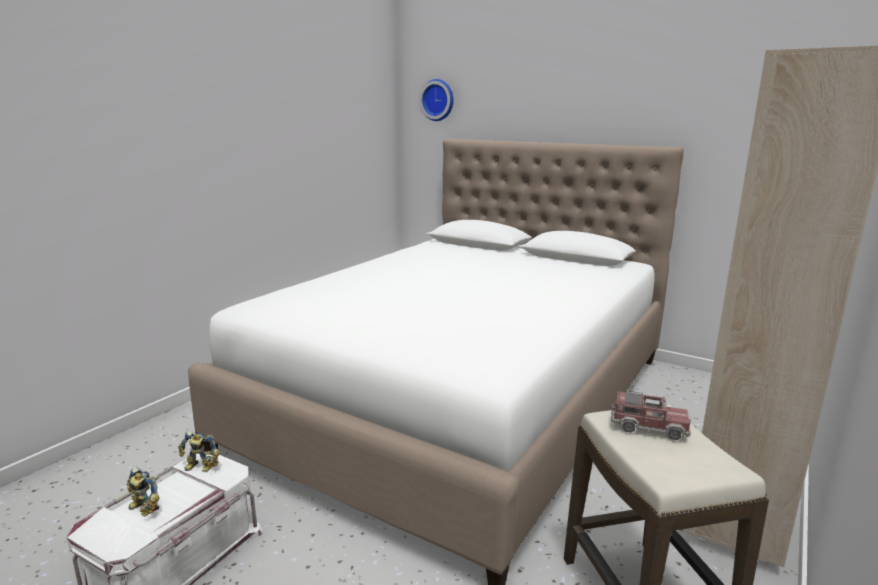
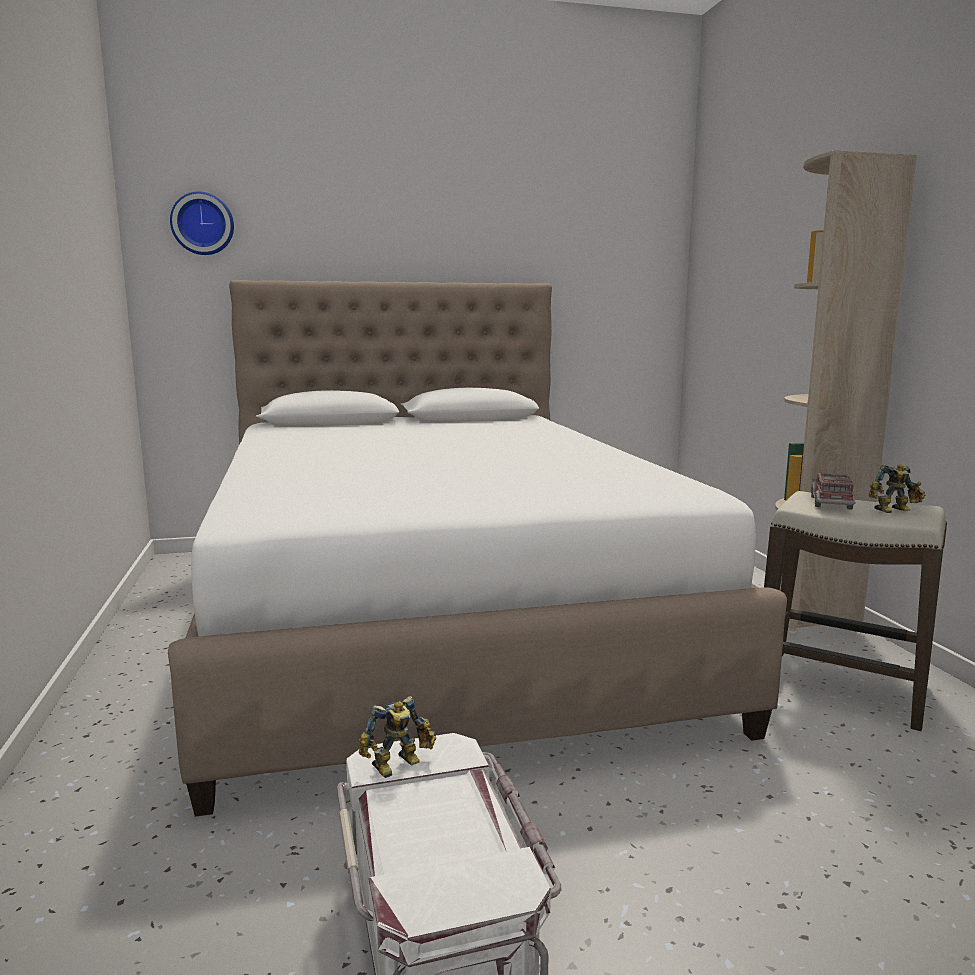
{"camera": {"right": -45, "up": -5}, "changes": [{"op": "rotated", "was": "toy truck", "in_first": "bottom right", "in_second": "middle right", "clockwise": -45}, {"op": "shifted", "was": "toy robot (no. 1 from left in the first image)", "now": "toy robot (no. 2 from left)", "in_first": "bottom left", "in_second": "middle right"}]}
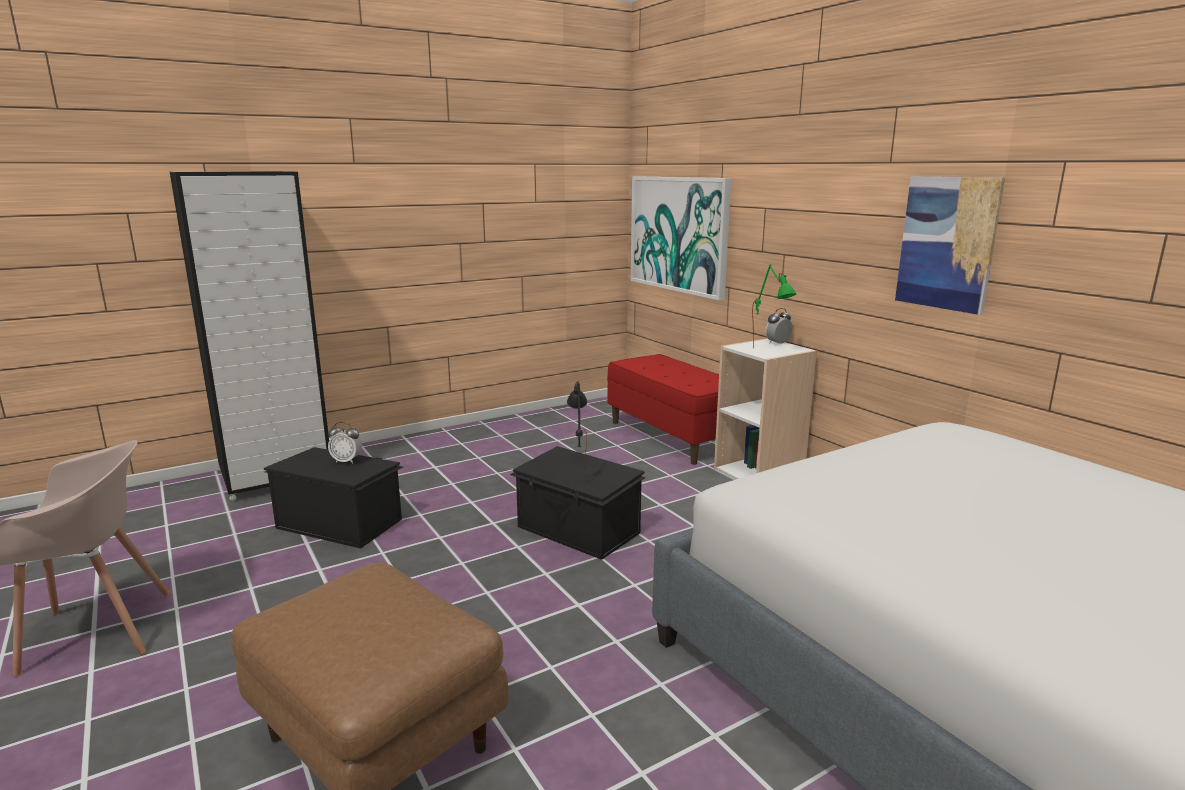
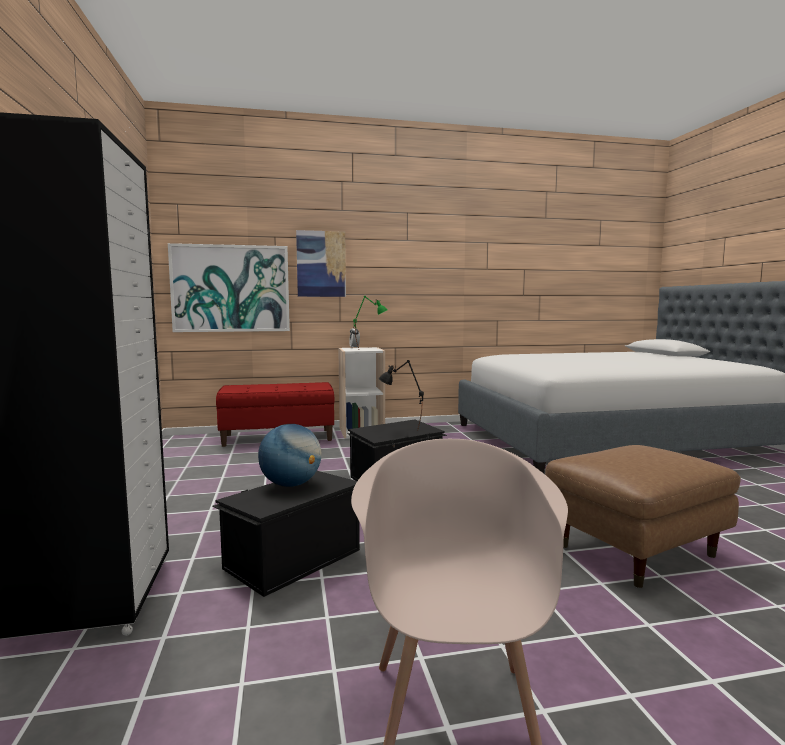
{"camera": {"right": -70, "up": -10}, "changes": [{"op": "swapped", "was": "alarm clock (no. 1 from left)", "now": "globe", "in_first": "middle left", "in_second": "centre"}, {"op": "shifted", "was": "picture (no. 2 from left)", "in_first": "top right", "in_second": "centre"}]}
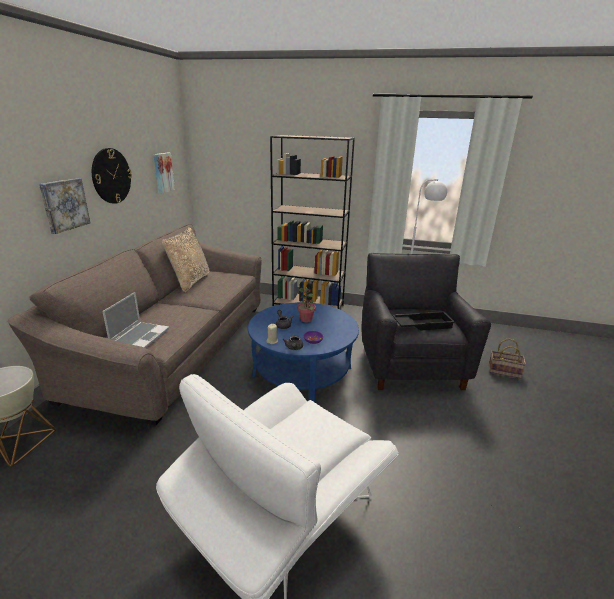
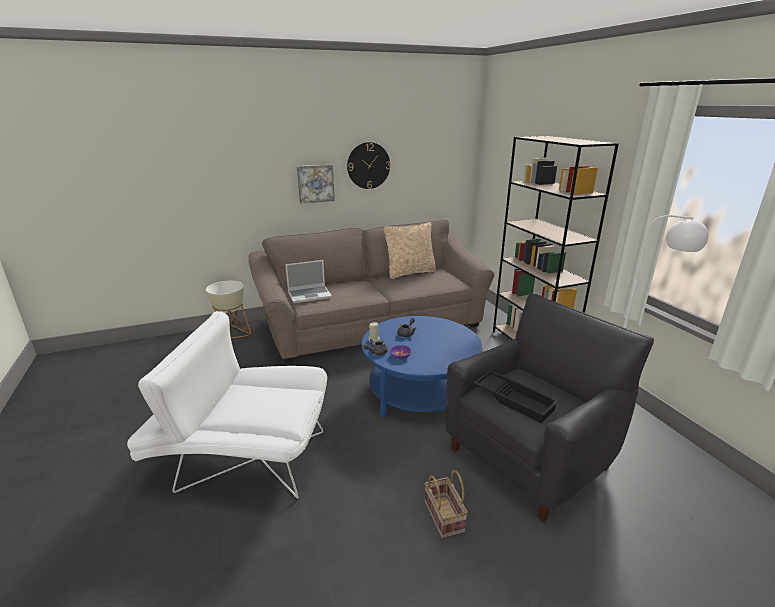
{"camera": {"right": 55, "up": 0}, "changes": [{"op": "shifted", "was": "basket", "in_first": "middle right", "in_second": "bottom centre"}, {"op": "gone", "was": "picture (no. 2 from left)", "in_first": "top left"}, {"op": "gone", "was": "potted plant", "in_first": "centre"}]}
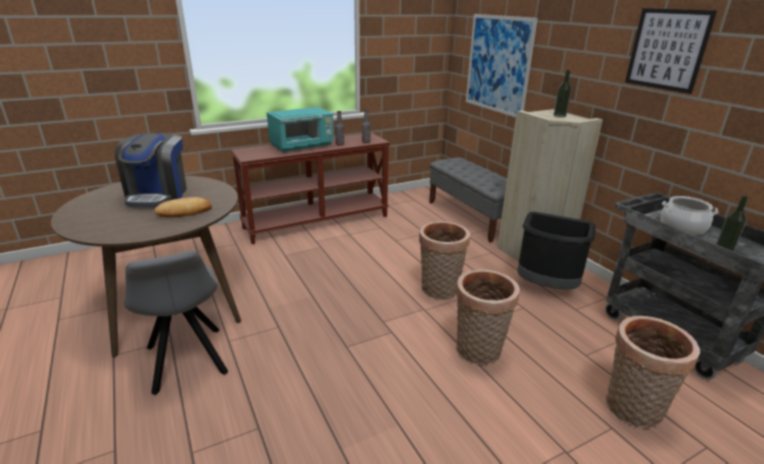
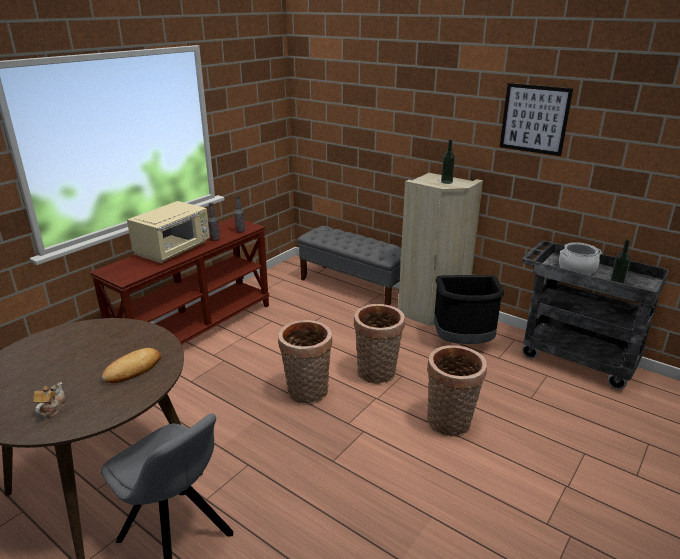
{"camera": {"right": -25, "up": 0}, "changes": [{"op": "new", "now": "teapot", "in_second": "bottom left"}, {"op": "repainted", "was": "turquoise microwave", "now": "beige microwave", "in_first": "top centre", "in_second": "middle left"}, {"op": "shifted", "was": "basket (no. 3 from left in the first image)", "now": "basket (no. 1 from left)", "in_first": "bottom right", "in_second": "centre"}, {"op": "gone", "was": "coffee machine", "in_first": "middle left"}, {"op": "gone", "was": "picture (no. 1 from left)", "in_first": "top centre"}]}
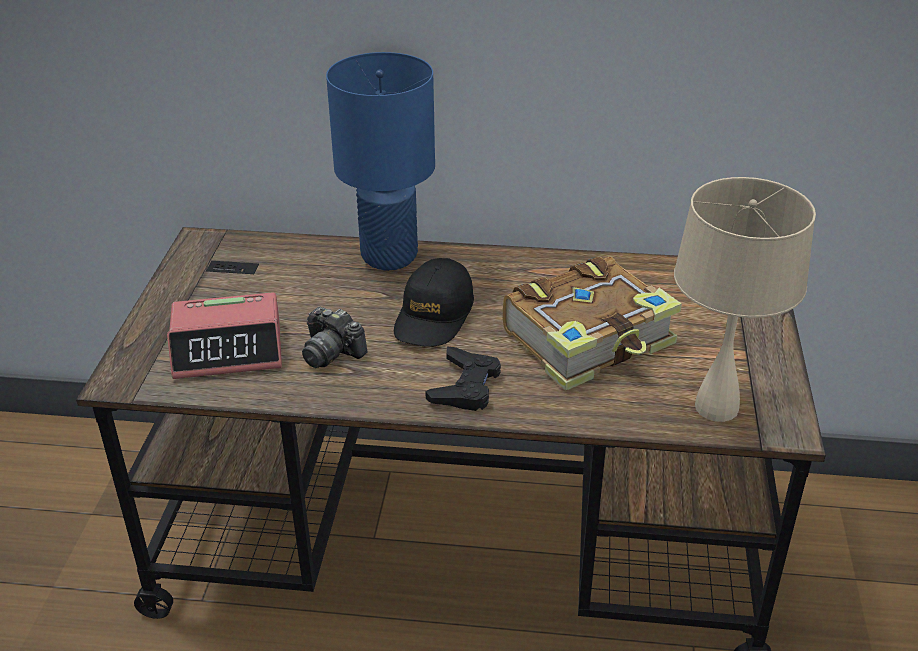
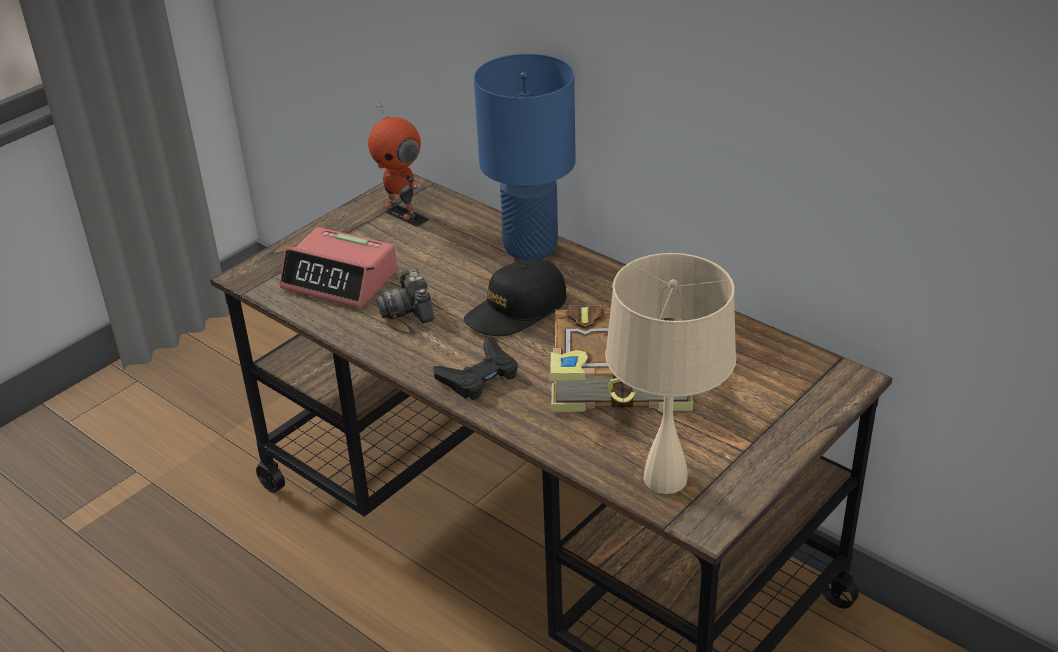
{"camera": {"right": 35, "up": 0}, "changes": [{"op": "new", "now": "toy robot", "in_second": "top centre"}]}
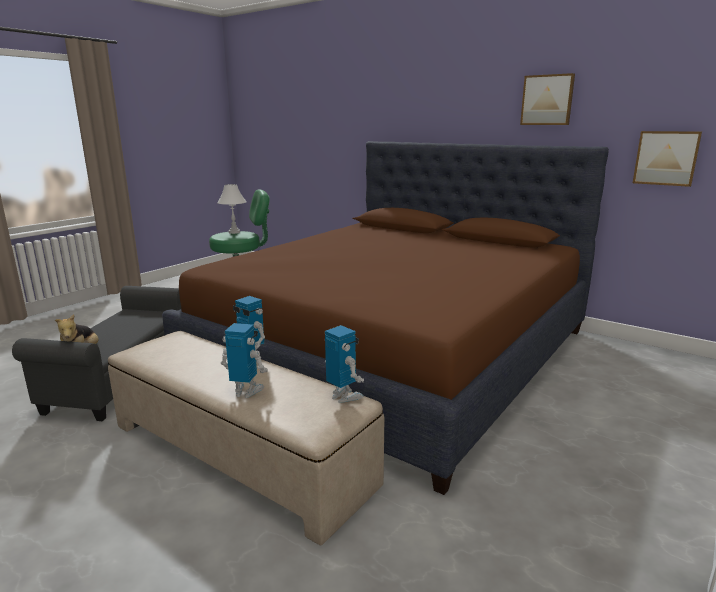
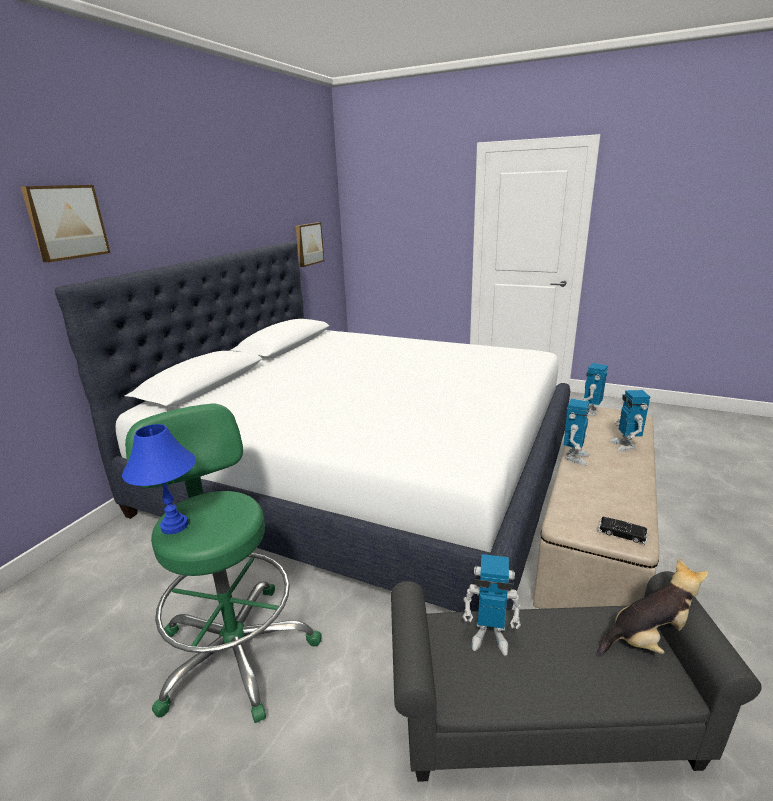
{"camera": {"right": -100, "up": 5}, "changes": [{"op": "shifted", "was": "picture (no. 1 from left)", "in_first": "top right", "in_second": "top left"}, {"op": "repainted", "was": "brown bed", "now": "white bed", "in_first": "centre", "in_second": "centre"}, {"op": "repainted", "was": "white table lamp", "now": "blue table lamp", "in_first": "middle left", "in_second": "middle left"}, {"op": "new", "now": "toy robot (no. 1 from left)", "in_second": "bottom centre"}, {"op": "new", "now": "black toy car", "in_second": "middle right"}]}
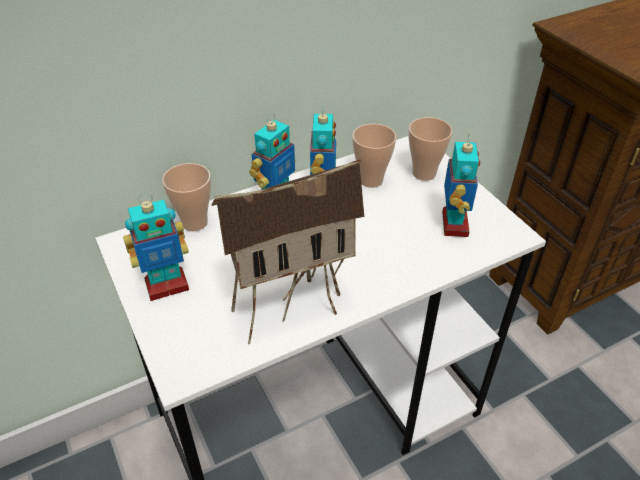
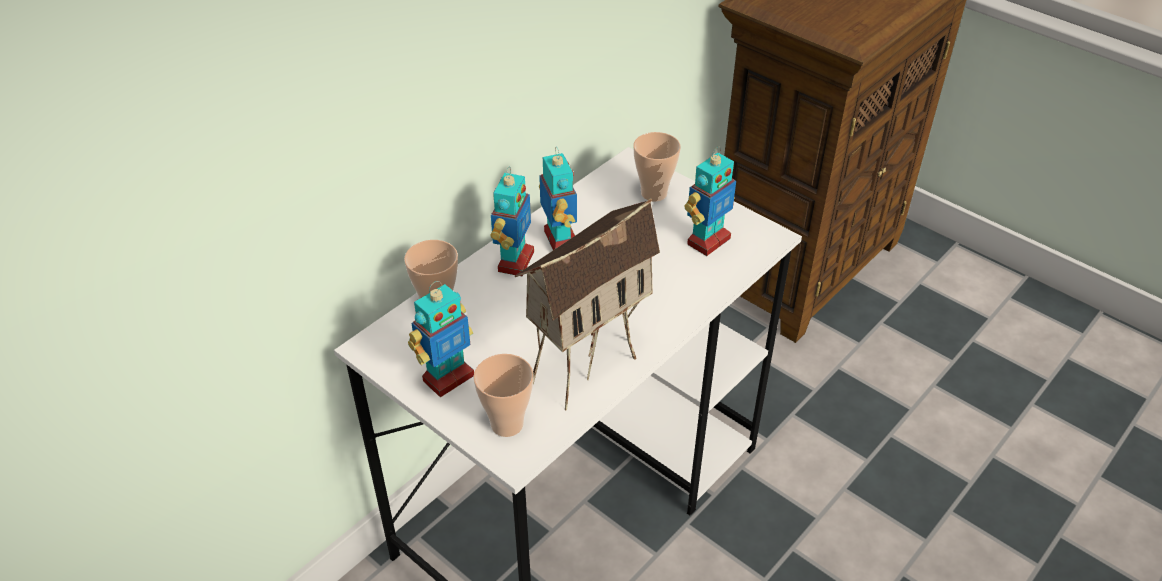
{"camera": {"right": -20, "up": 0}, "changes": [{"op": "shifted", "was": "cup (no. 2 from left)", "in_first": "top centre", "in_second": "bottom centre"}, {"op": "rotated", "was": "toy robot (no. 4 from left)", "in_first": "middle right", "in_second": "centre", "clockwise": 60}]}
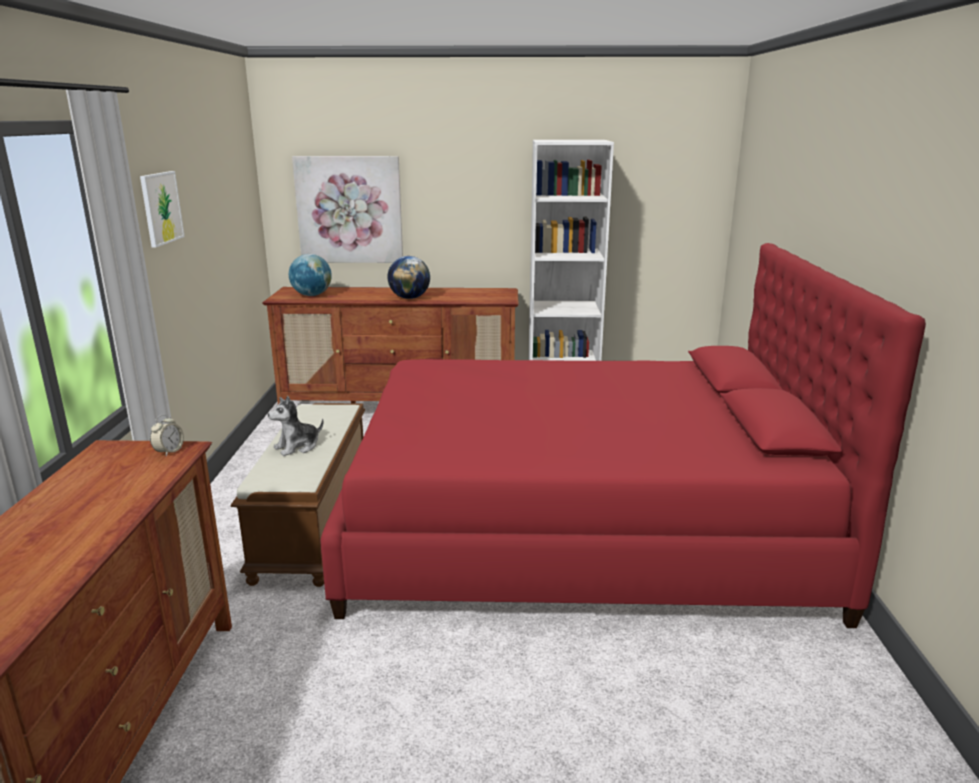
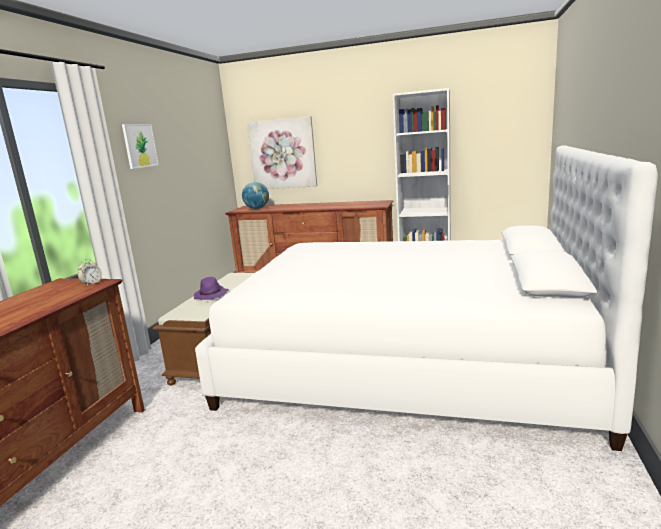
{"camera": {"right": 15, "up": -5}, "changes": [{"op": "swapped", "was": "plush toy", "now": "purple hat", "in_first": "middle left", "in_second": "middle left"}, {"op": "repainted", "was": "red bed", "now": "white bed", "in_first": "centre", "in_second": "centre"}, {"op": "gone", "was": "globe (no. 2 from left)", "in_first": "centre"}]}
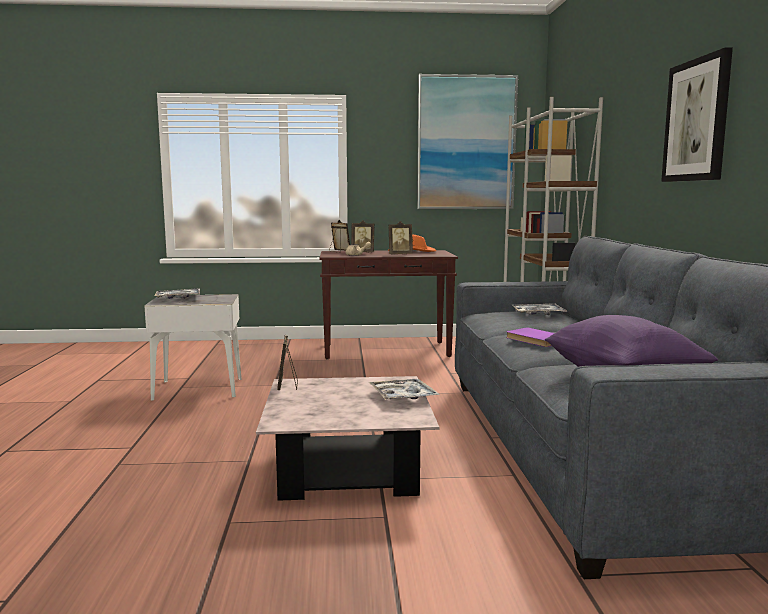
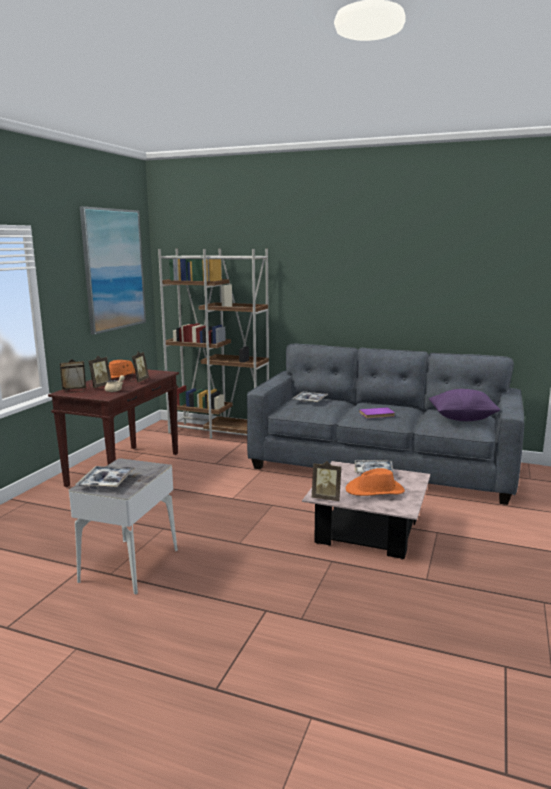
{"camera": {"right": -65, "up": 5}, "changes": [{"op": "new", "now": "orange hat (no. 2 from left)", "in_second": "middle right"}, {"op": "gone", "was": "picture (no. 2 from left)", "in_first": "top right"}]}
